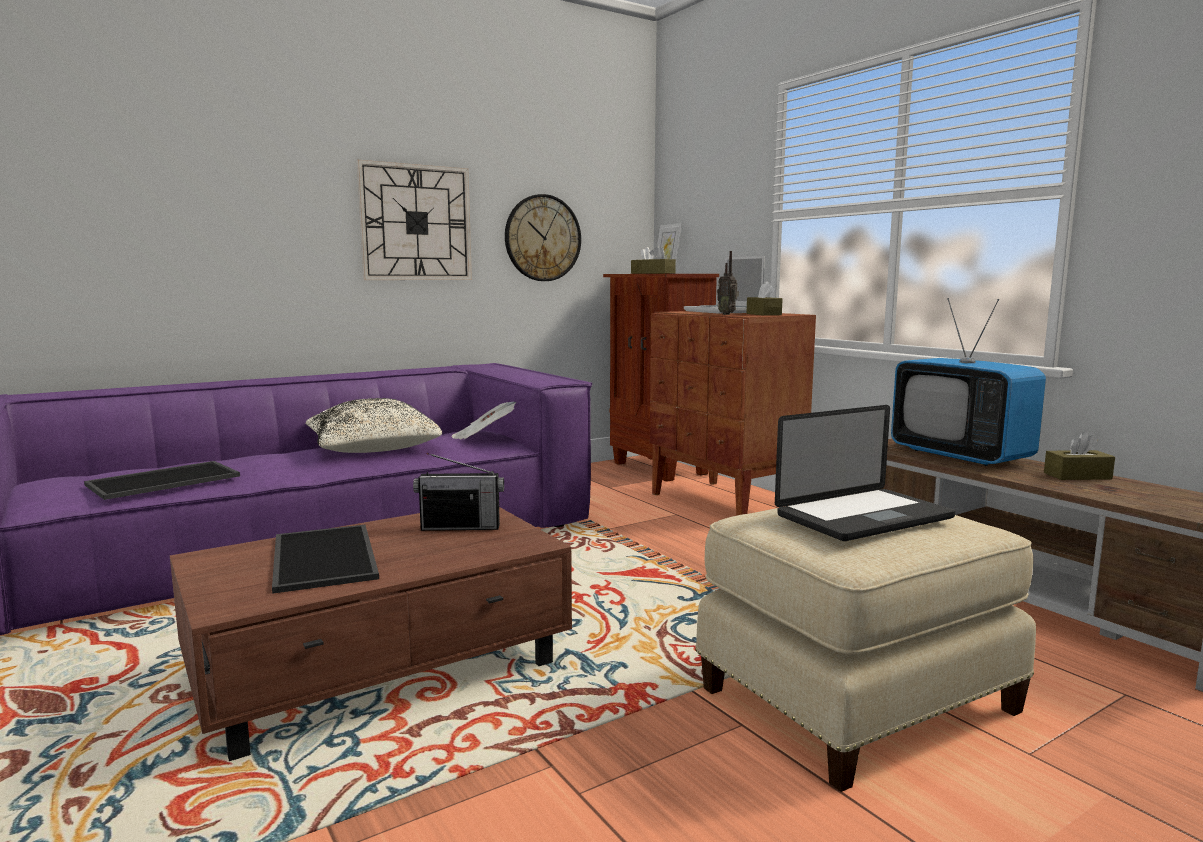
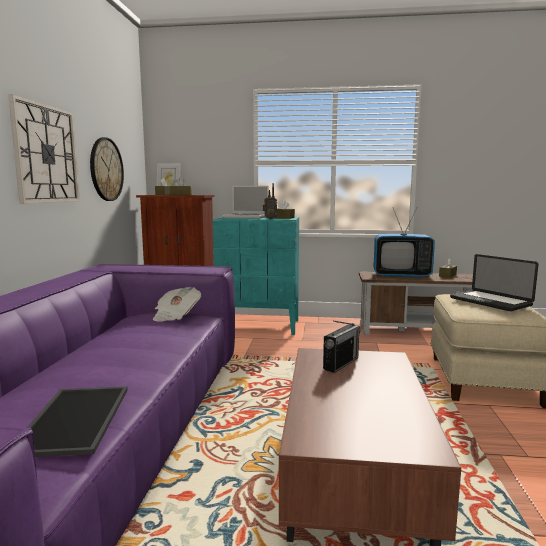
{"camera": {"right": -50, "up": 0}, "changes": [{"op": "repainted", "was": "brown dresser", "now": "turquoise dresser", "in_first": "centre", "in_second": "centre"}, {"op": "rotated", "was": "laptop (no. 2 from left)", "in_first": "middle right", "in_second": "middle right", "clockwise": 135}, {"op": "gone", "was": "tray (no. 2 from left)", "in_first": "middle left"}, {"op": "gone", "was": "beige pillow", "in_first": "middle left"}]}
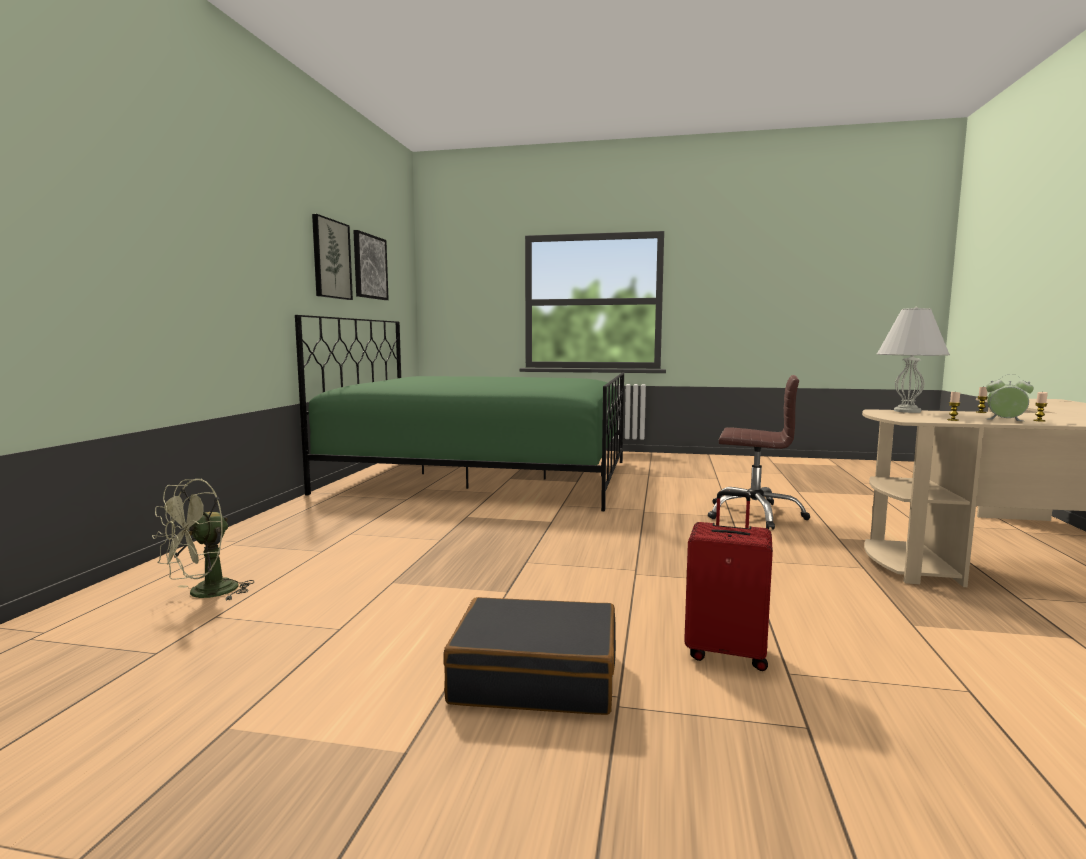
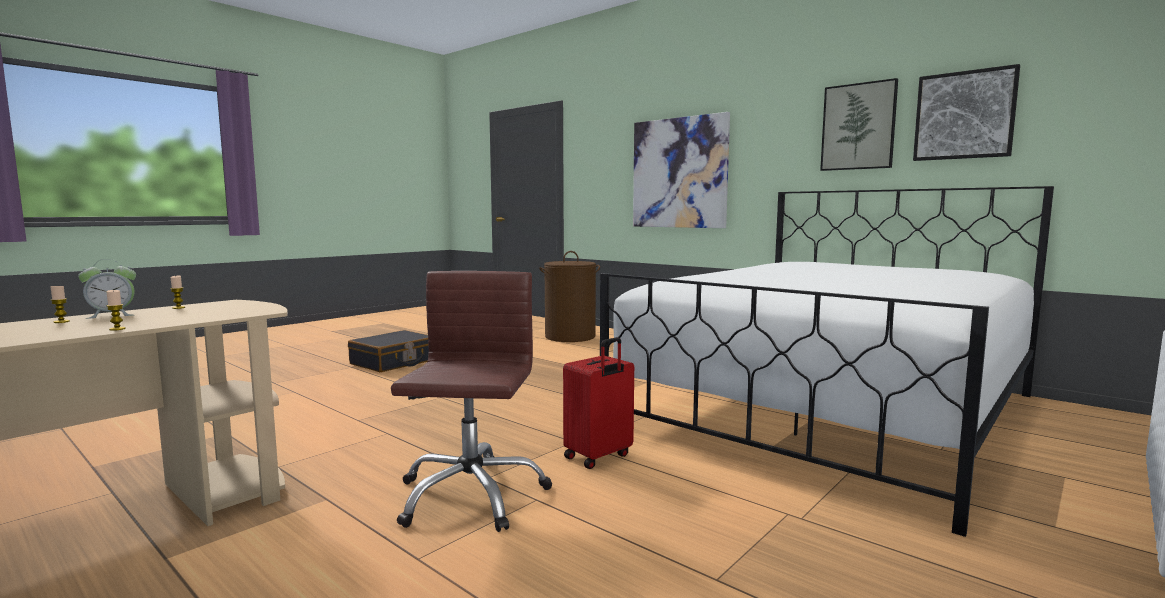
{"camera": {"right": 120, "up": 0}, "changes": [{"op": "rotated", "was": "brown office chair", "in_first": "middle right", "in_second": "bottom centre", "clockwise": 135}, {"op": "swapped", "was": "green fan", "now": "brown laundry basket", "in_first": "middle left", "in_second": "centre"}, {"op": "shifted", "was": "red suitcase", "in_first": "bottom right", "in_second": "bottom centre"}, {"op": "repainted", "was": "green bed", "now": "white bed", "in_first": "centre", "in_second": "middle right"}, {"op": "new", "now": "picture (no. 1 from left)", "in_second": "top centre"}, {"op": "gone", "was": "white table lamp", "in_first": "middle right"}]}
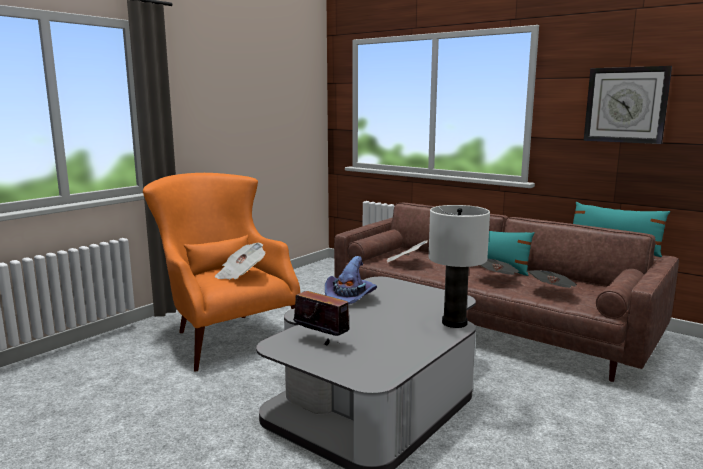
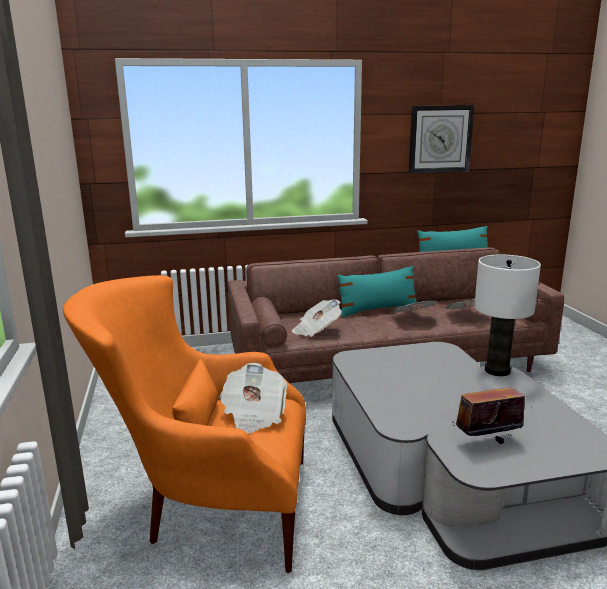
{"camera": {"right": -50, "up": 5}, "changes": [{"op": "gone", "was": "purple hat", "in_first": "centre"}]}
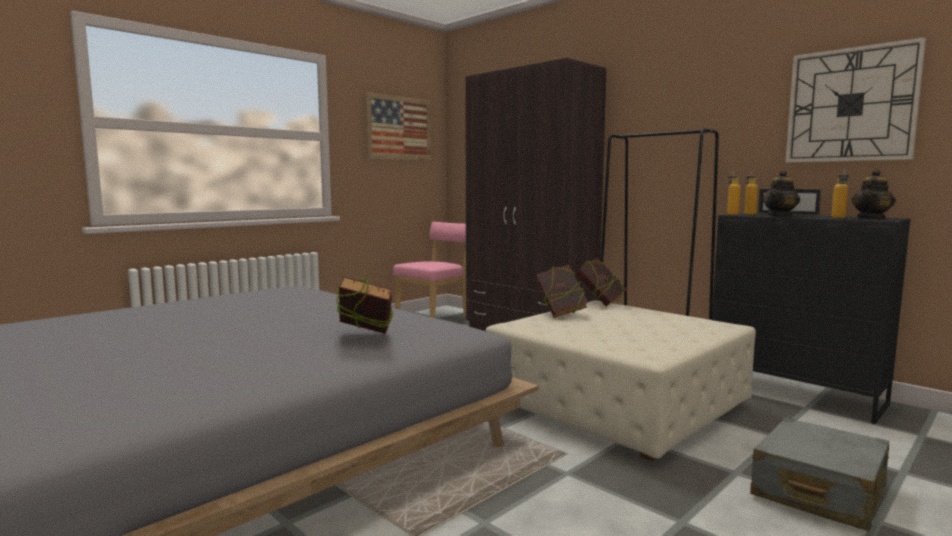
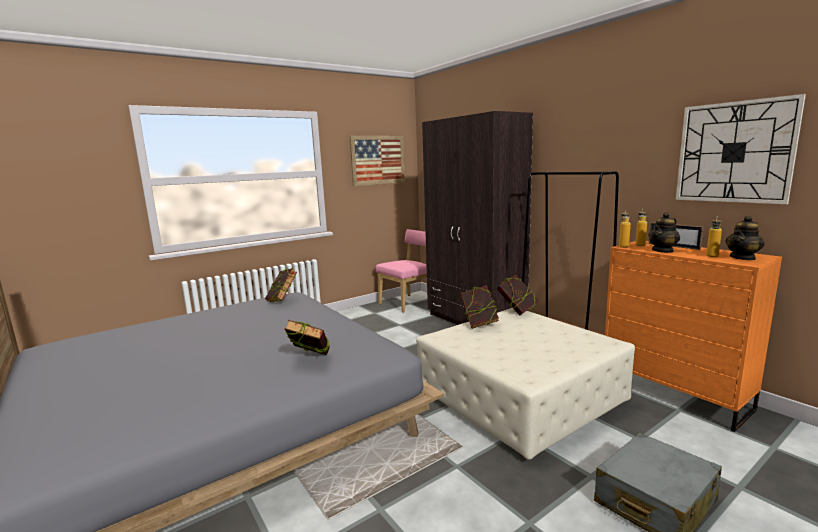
{"camera": {"right": 10, "up": 5}, "changes": [{"op": "new", "now": "book (no. 1 from left)", "in_second": "centre"}, {"op": "repainted", "was": "black dresser", "now": "orange dresser", "in_first": "middle right", "in_second": "middle right"}]}
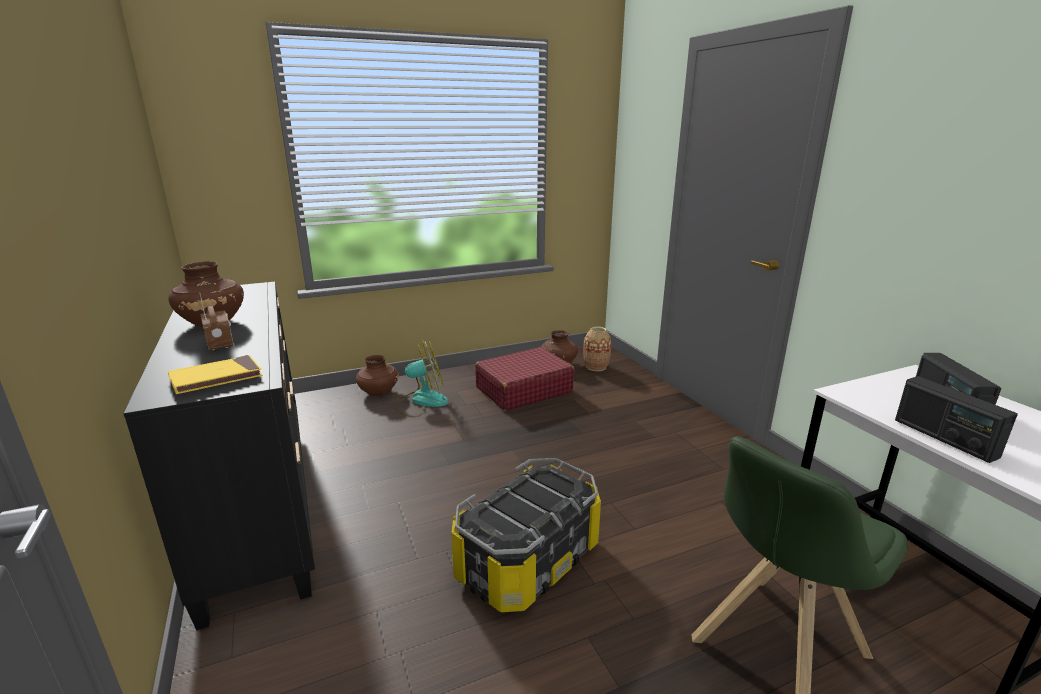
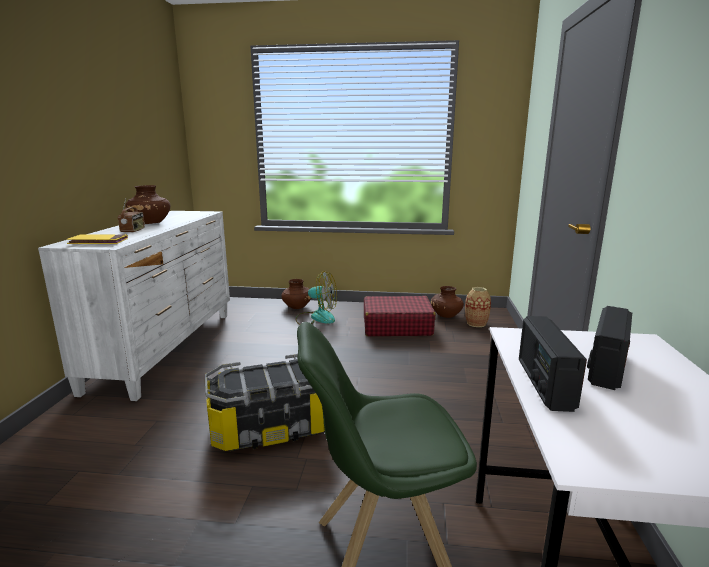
{"camera": {"right": 30, "up": -5}, "changes": [{"op": "repainted", "was": "black dresser", "now": "white dresser", "in_first": "middle left", "in_second": "middle left"}]}
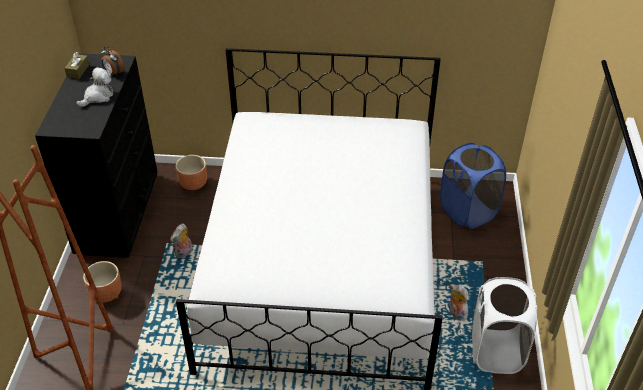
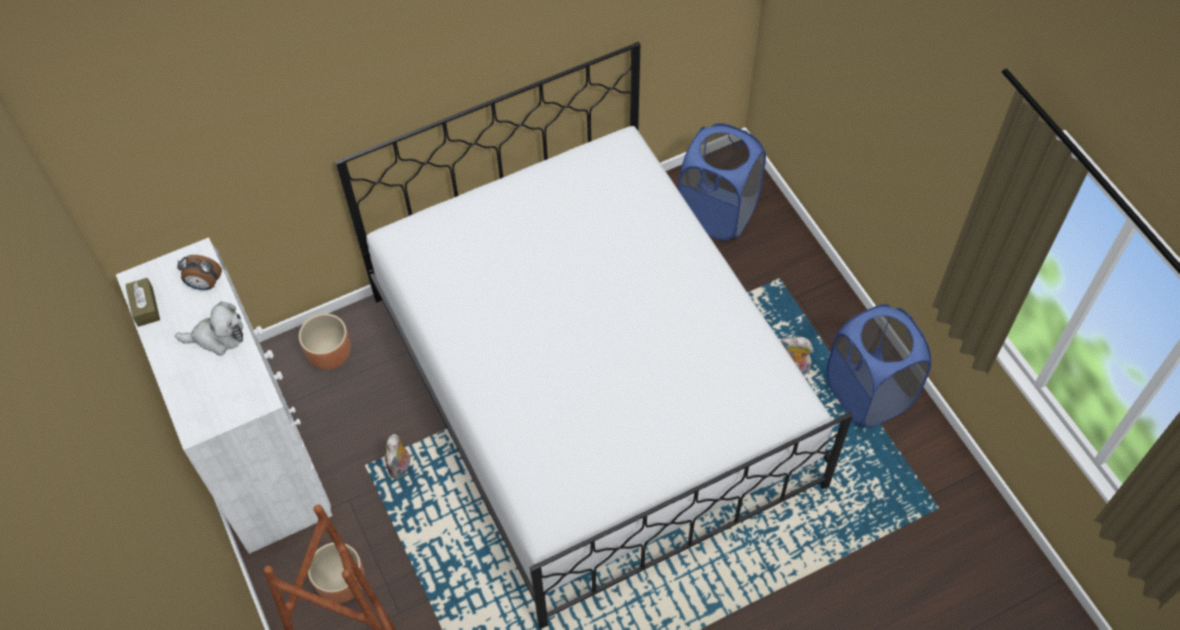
{"camera": {"right": -30, "up": 15}, "changes": [{"op": "repainted", "was": "black dresser", "now": "white dresser", "in_first": "middle left", "in_second": "middle left"}, {"op": "rotated", "was": "plush toy (no. 1 from left)", "in_first": "top left", "in_second": "middle left", "clockwise": 75}, {"op": "repainted", "was": "white laundry basket", "now": "blue laundry basket (no. 2 from left)", "in_first": "bottom right", "in_second": "middle right"}]}
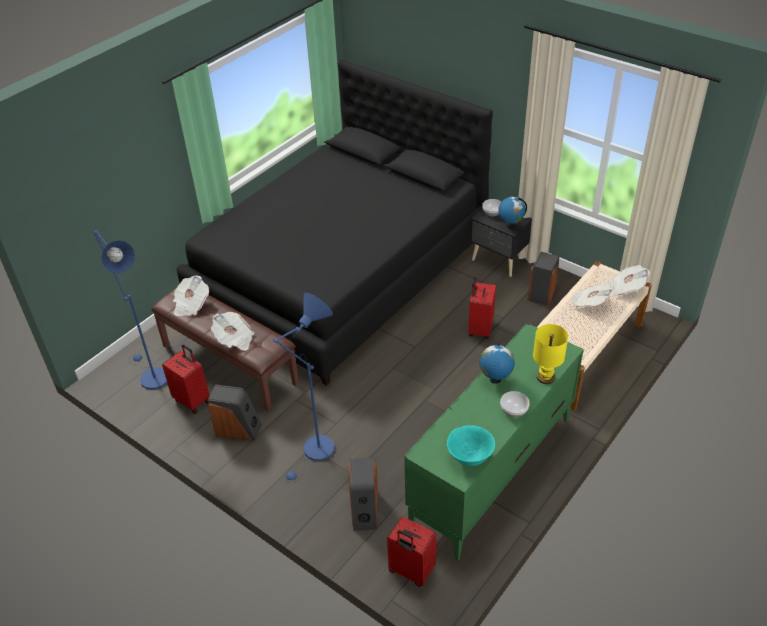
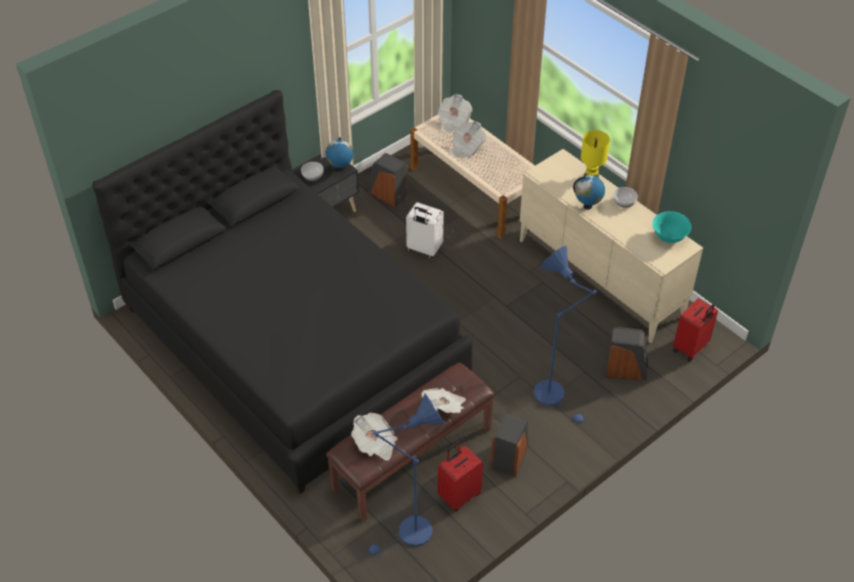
{"camera": {"right": -80, "up": 5}, "changes": [{"op": "repainted", "was": "red suitcase (no. 3 from left)", "now": "white suitcase", "in_first": "centre", "in_second": "centre"}, {"op": "repainted", "was": "green dresser", "now": "beige dresser", "in_first": "bottom centre", "in_second": "middle right"}]}
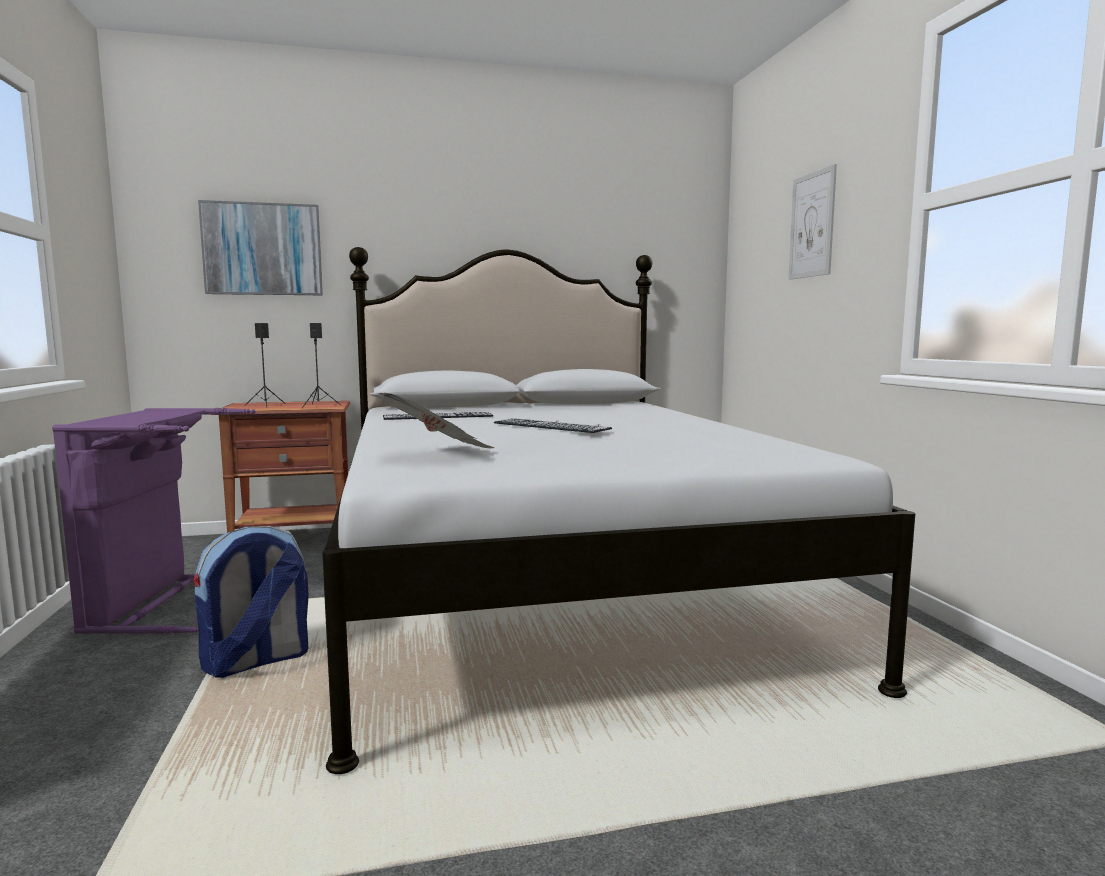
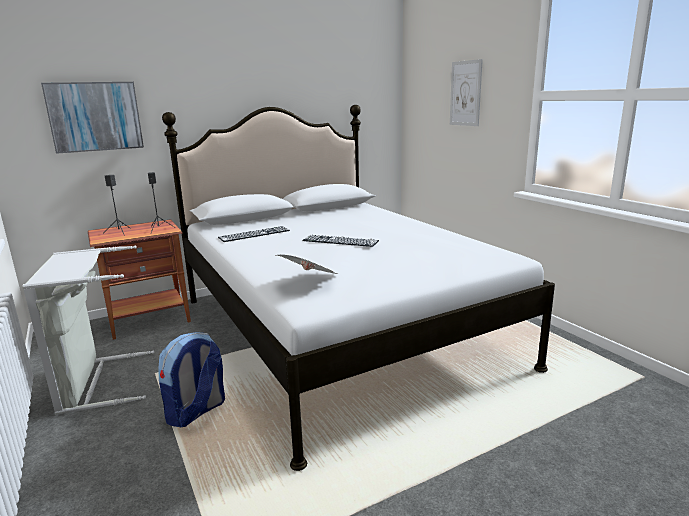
{"camera": {"right": -15, "up": 10}, "changes": [{"op": "repainted", "was": "purple laundry basket", "now": "grey laundry basket", "in_first": "middle left", "in_second": "middle left"}]}
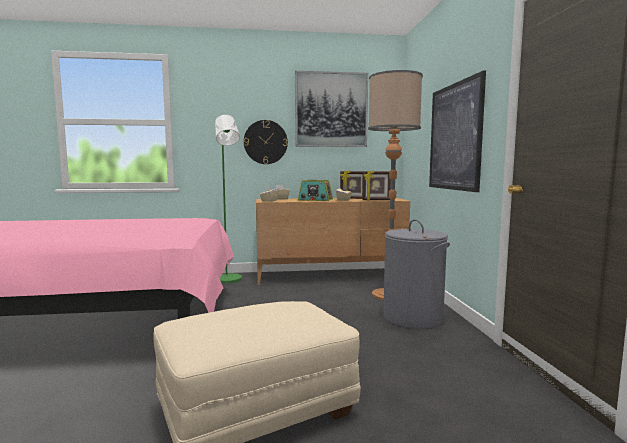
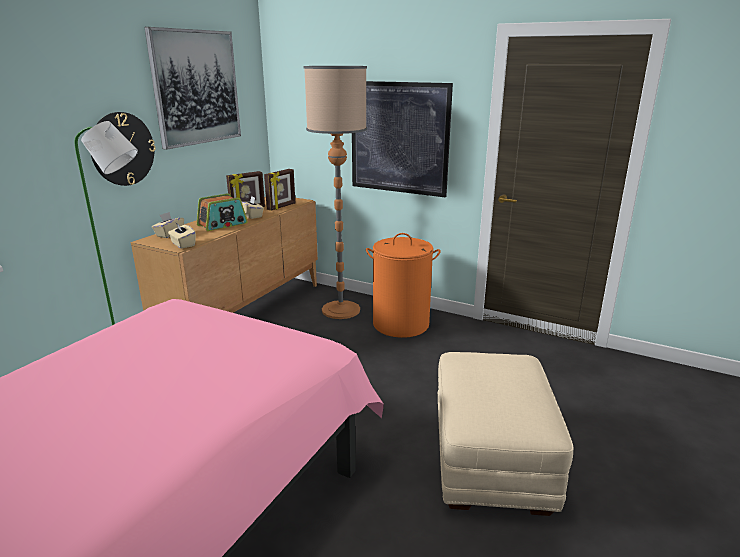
{"camera": {"right": -55, "up": 15}, "changes": [{"op": "repainted", "was": "grey laundry basket", "now": "orange laundry basket", "in_first": "centre", "in_second": "centre"}]}
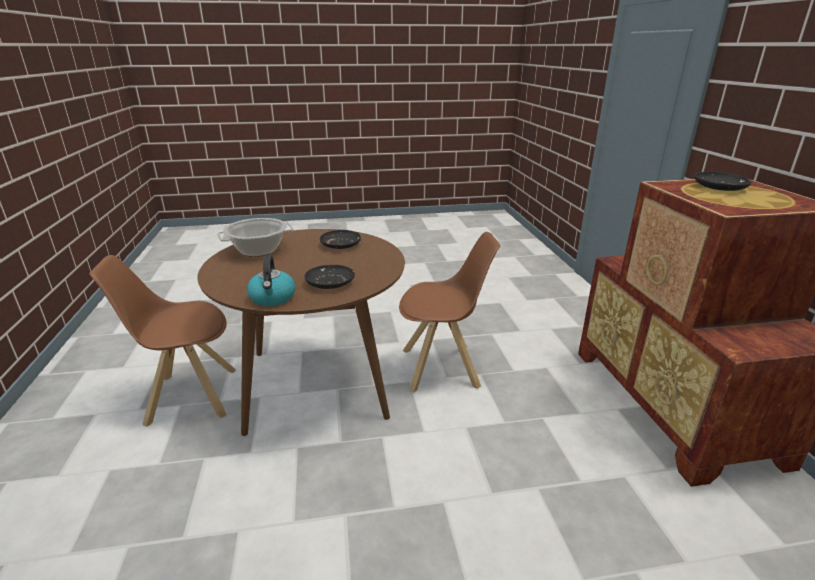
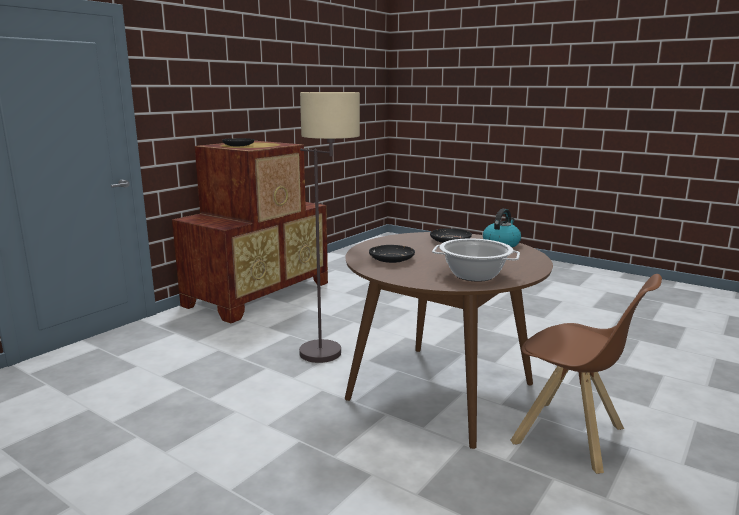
{"camera": {"right": -135, "up": -10}, "changes": [{"op": "swapped", "was": "brown chair (no. 2 from left)", "now": "beige floor lamp", "in_first": "centre", "in_second": "centre"}]}
